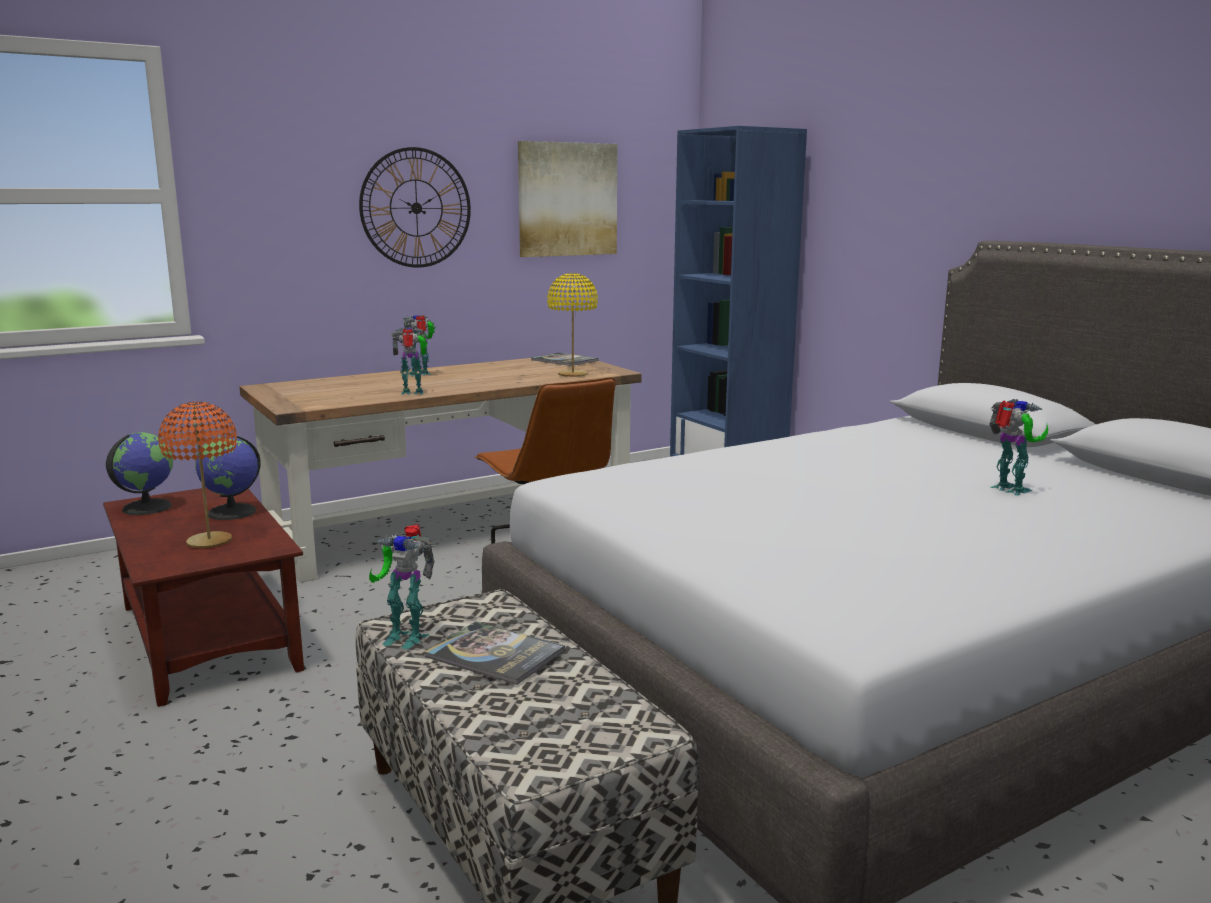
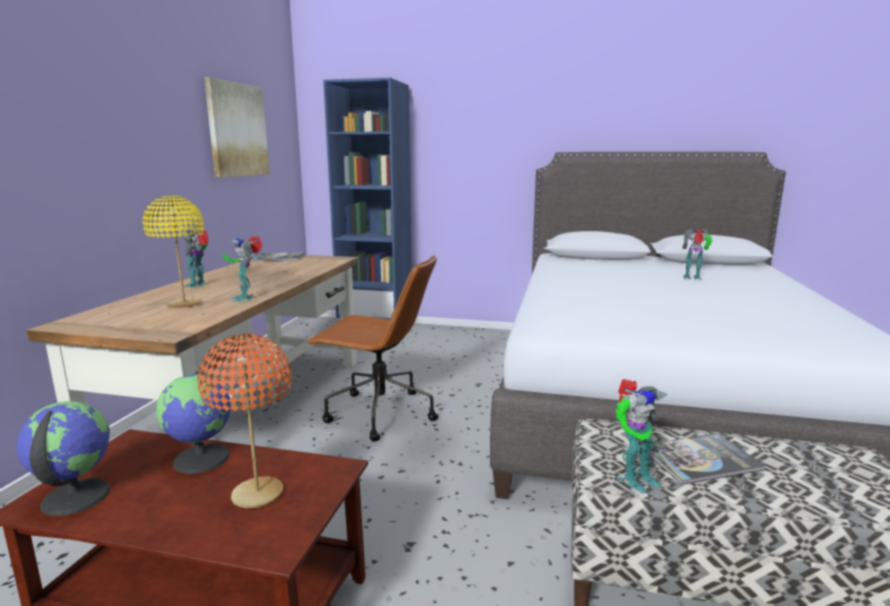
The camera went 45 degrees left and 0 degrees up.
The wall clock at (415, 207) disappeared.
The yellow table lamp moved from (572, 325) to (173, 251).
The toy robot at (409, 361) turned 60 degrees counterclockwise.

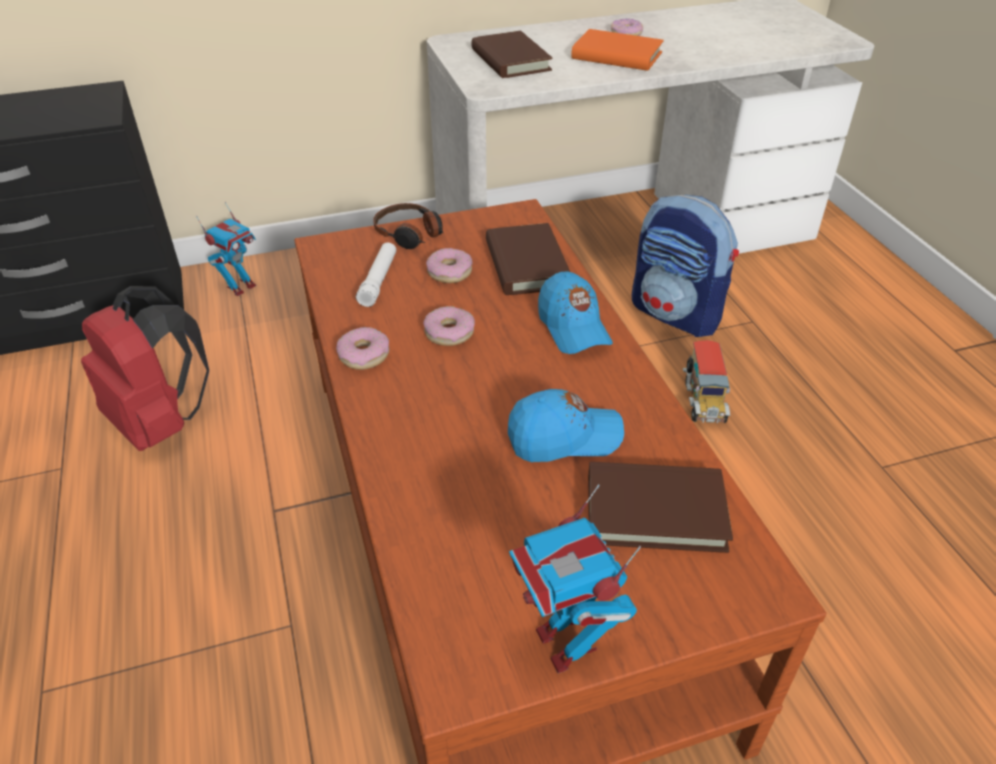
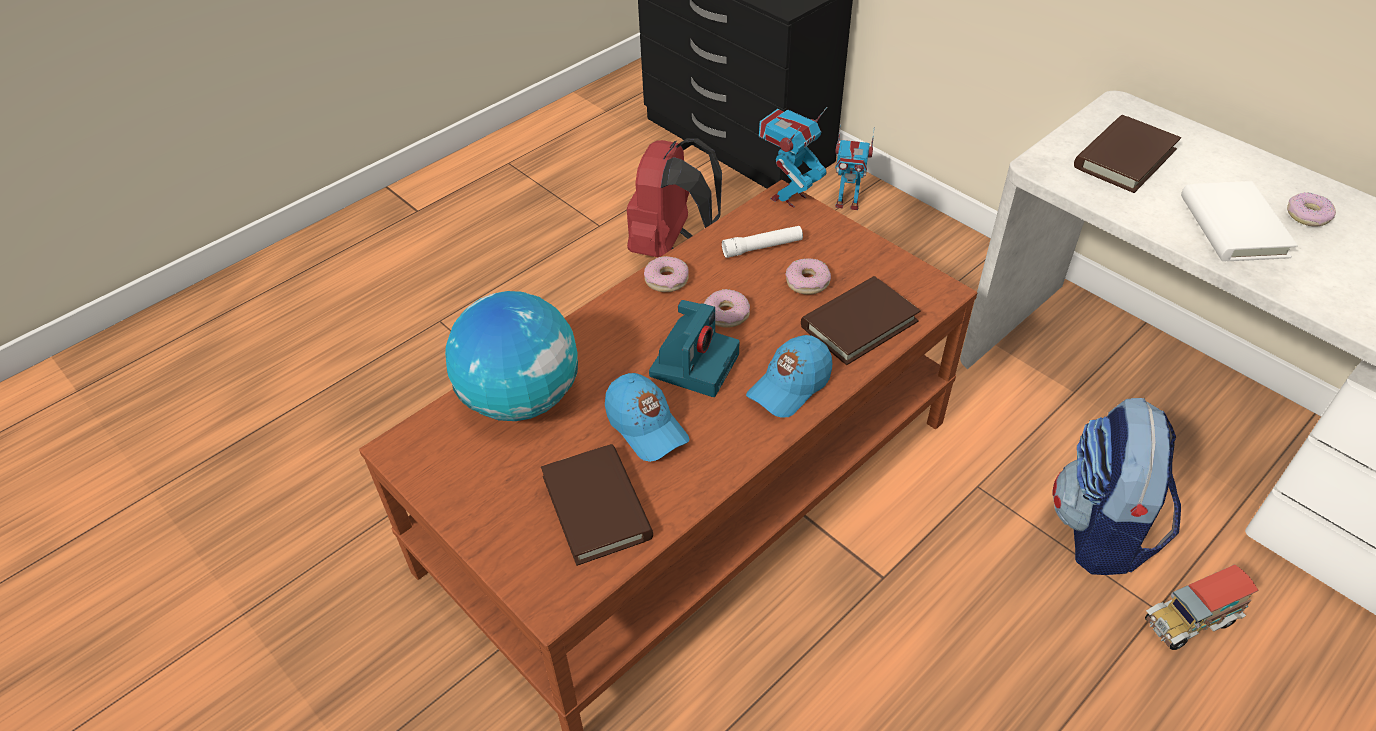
The camera went 65 degrees right and 5 degrees up.
The headphones at (408, 226) disappeared.
The globe at (511, 356) appeared.
The photo camera at (694, 348) appeared.
The toy robot moved from (575, 578) to (793, 157).
The toy truck moved from (706, 382) to (1201, 607).
The orange book at (617, 50) became the white book at (1239, 221).

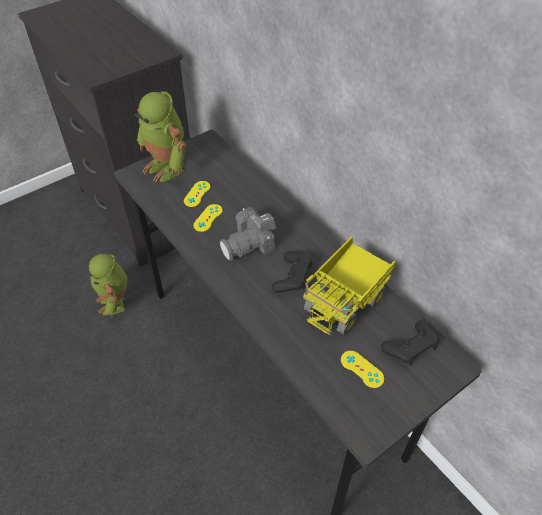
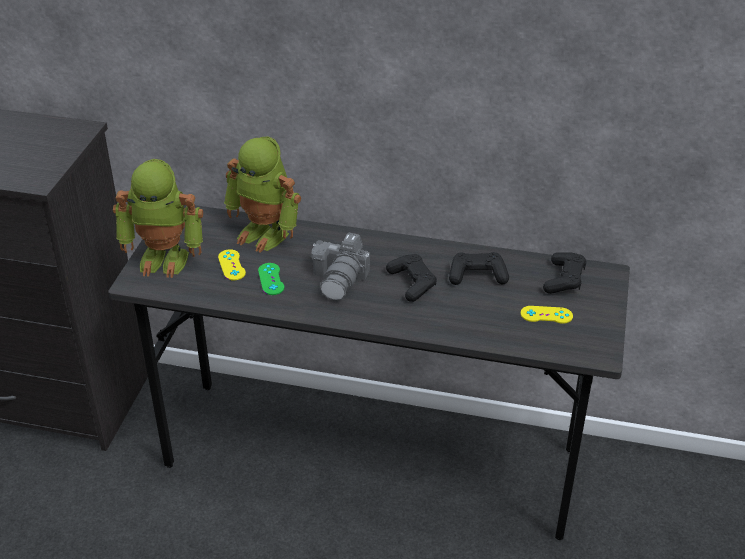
The camera went 40 degrees left and 10 degrees down.
The toy robot moved from (107, 285) to (262, 194).
The toy truck at (349, 285) was replaced by the black game controller at (479, 268).
The yellow game controller at (208, 218) became the green game controller at (271, 279).

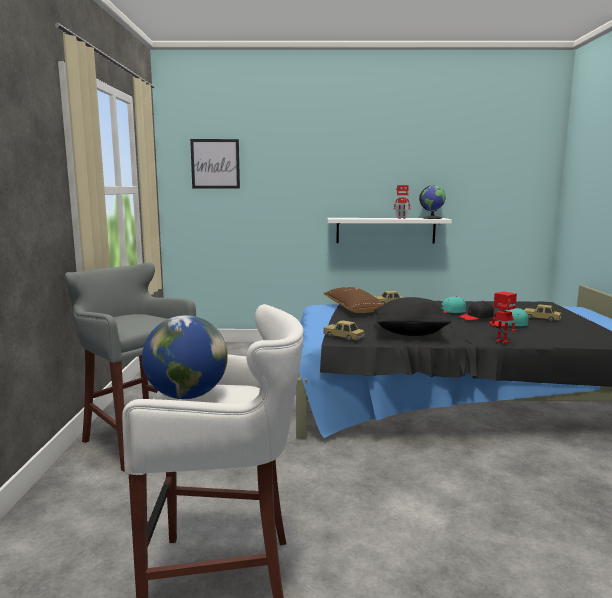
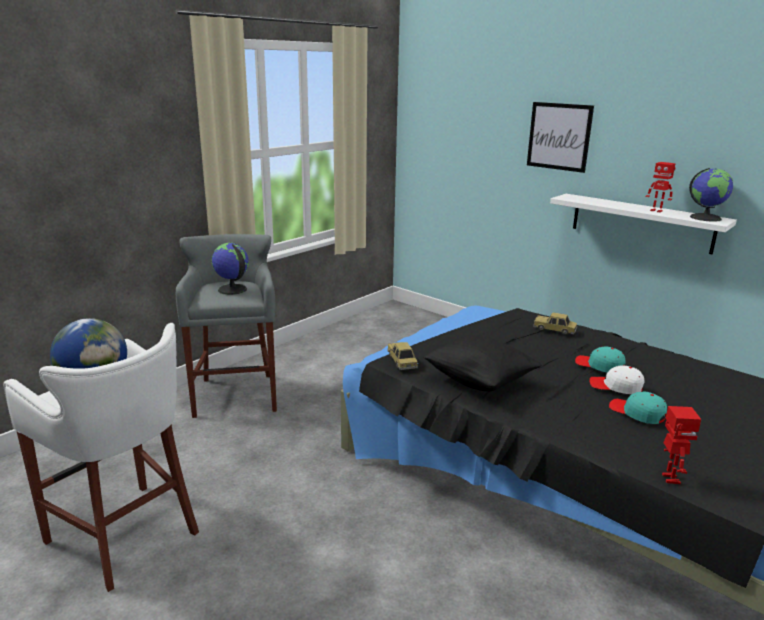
The camera went 40 degrees right and 10 degrees up.
The brown pillow at (353, 300) disappeared.
The toy car at (542, 313) disappeared.
The globe at (230, 269) appeared.
The picture moved from (215, 164) to (560, 137).
The toy robot moved from (504, 317) to (681, 445).
The black cap at (476, 311) became the white cap at (617, 379).

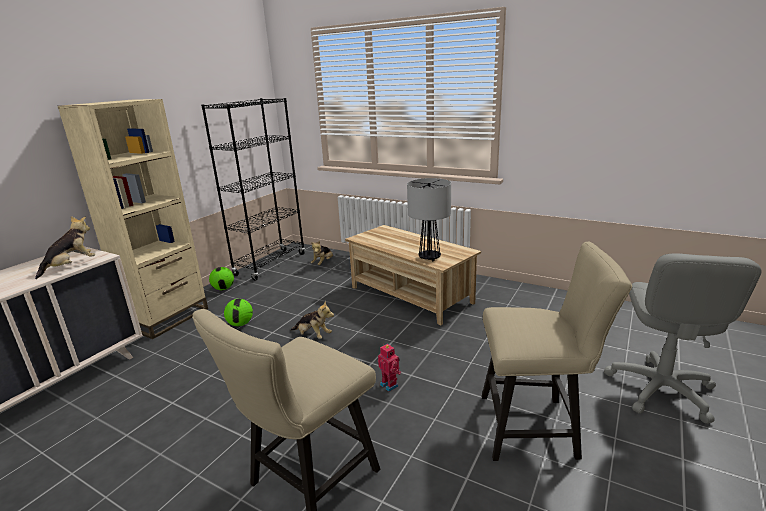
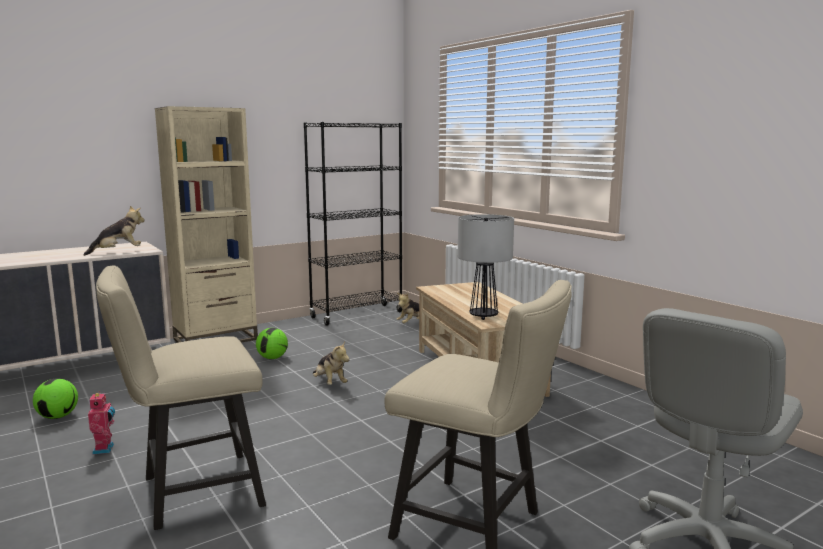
The camera went 25 degrees right and 10 degrees down.
The football moved from (221, 278) to (55, 399).
The toy robot moved from (389, 367) to (101, 423).

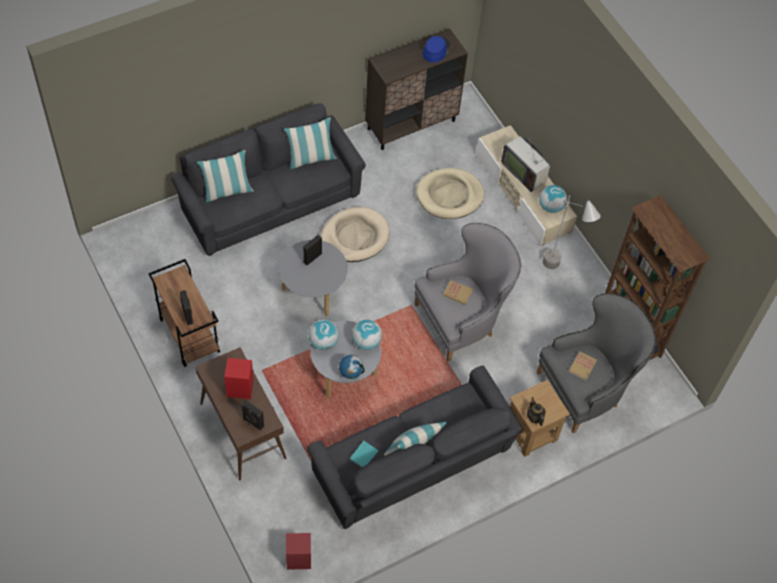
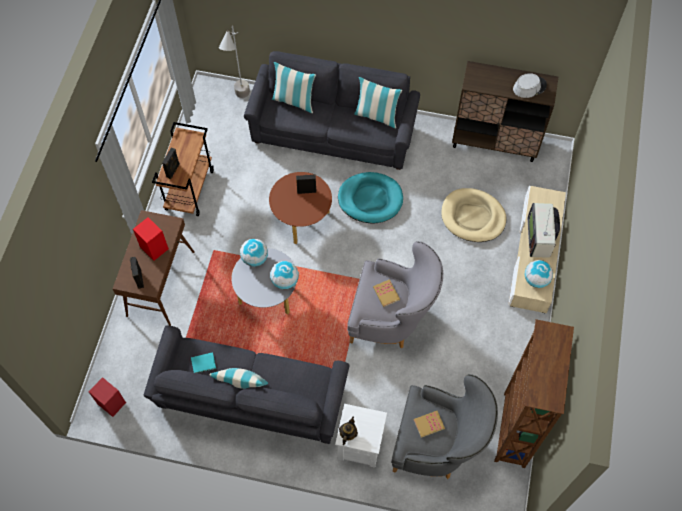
The camera went 45 degrees right and 5 degrees up.
The globe at (352, 367) disappeared.
The grey floor lamp moved from (572, 232) to (234, 61).
The grey coffee table at (313, 278) became the brown coffee table at (300, 208).
The beige dog bed at (355, 234) became the turquoise dog bed at (370, 197).
The blue hat at (436, 49) became the grey hat at (530, 85).
The brown side table at (540, 418) became the white side table at (361, 436).

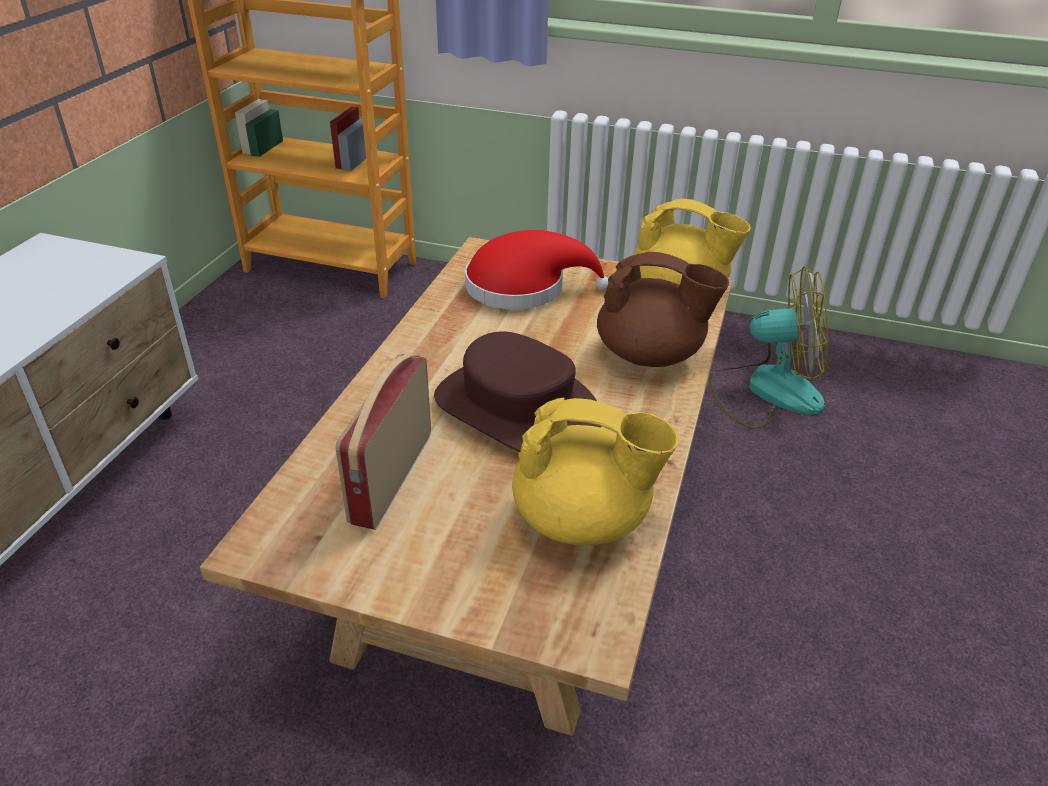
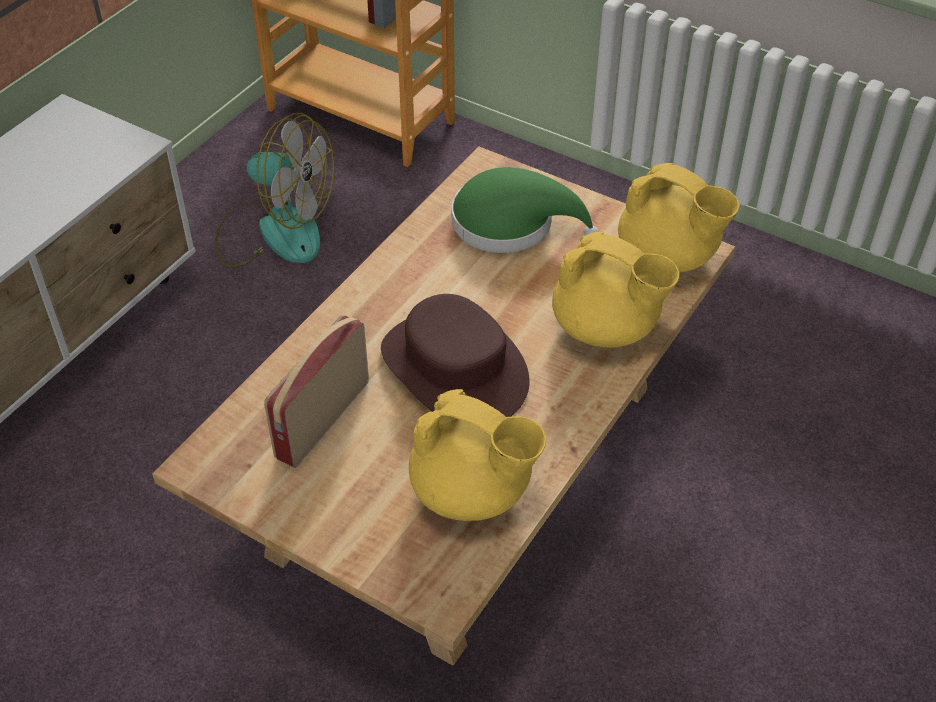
The camera went 15 degrees right and 10 degrees up.
The fan moved from (768, 347) to (274, 190).
The red hat at (536, 270) became the green hat at (525, 210).
The brown teapot at (663, 309) became the yellow teapot at (615, 290).

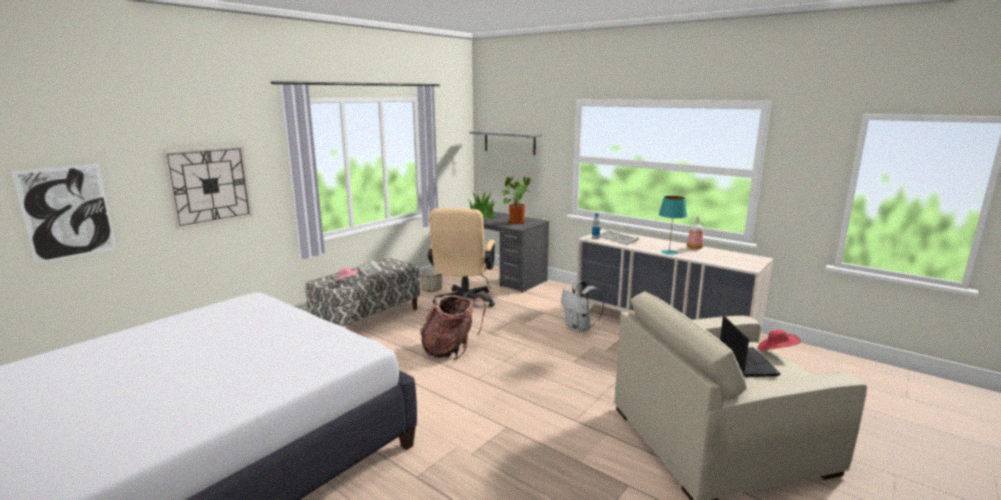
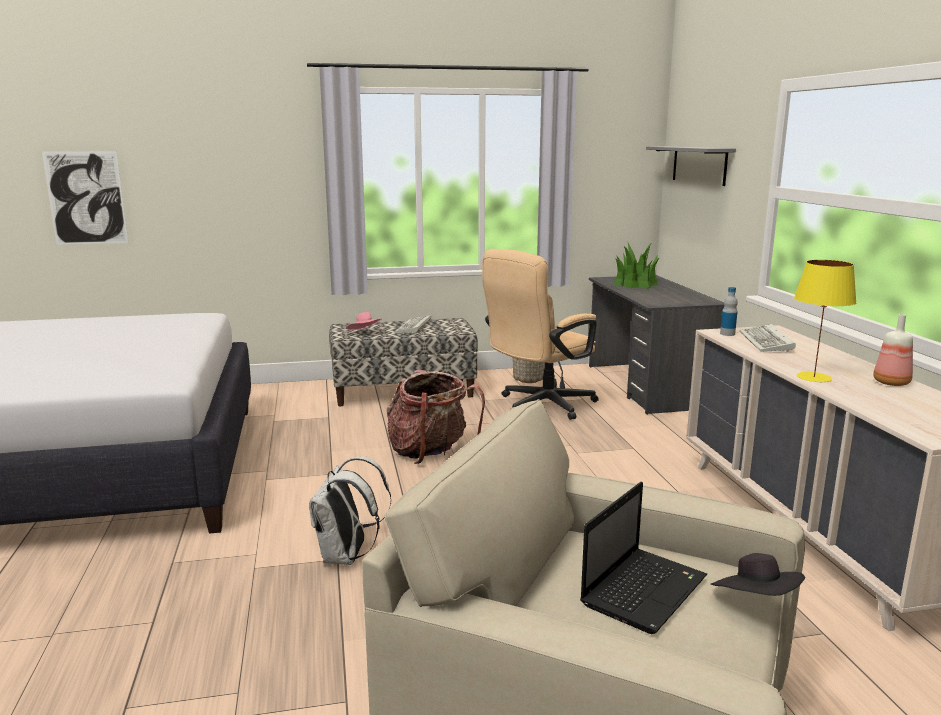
The camera went 40 degrees right and 0 degrees up.
The wall clock at (207, 187) disappeared.
The potted plant at (516, 200) disappeared.
The white backpack moved from (582, 307) to (350, 510).
The turquoise table lamp at (673, 225) became the yellow table lamp at (825, 321).
The red hat at (779, 340) became the black hat at (758, 574).

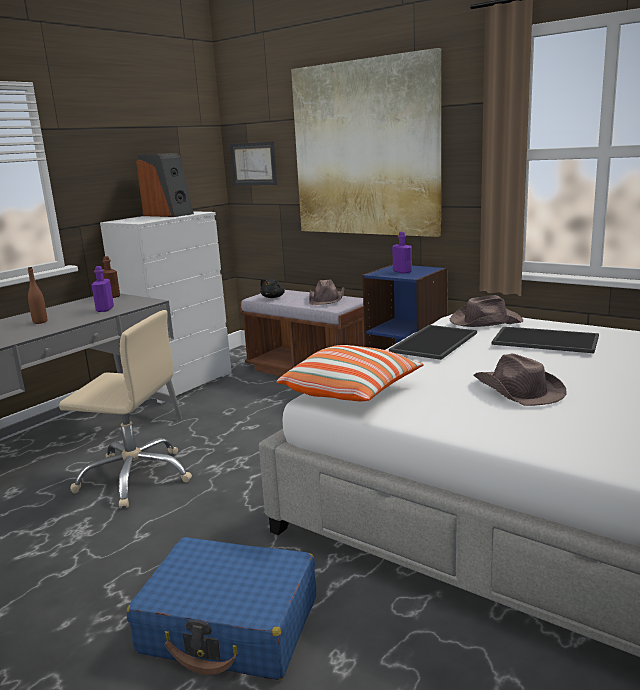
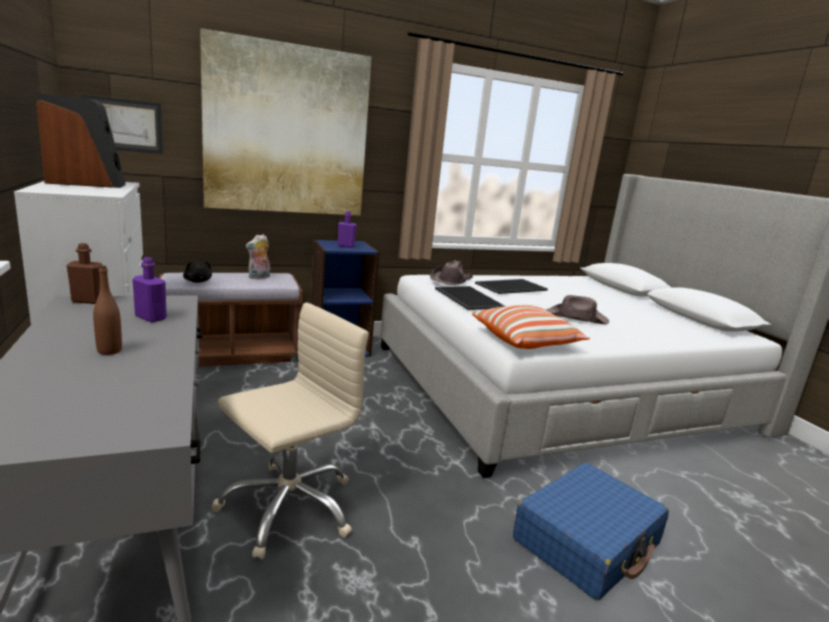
The camera went 60 degrees left and 0 degrees up.
The brown hat at (327, 292) was replaced by the plush toy at (258, 256).

